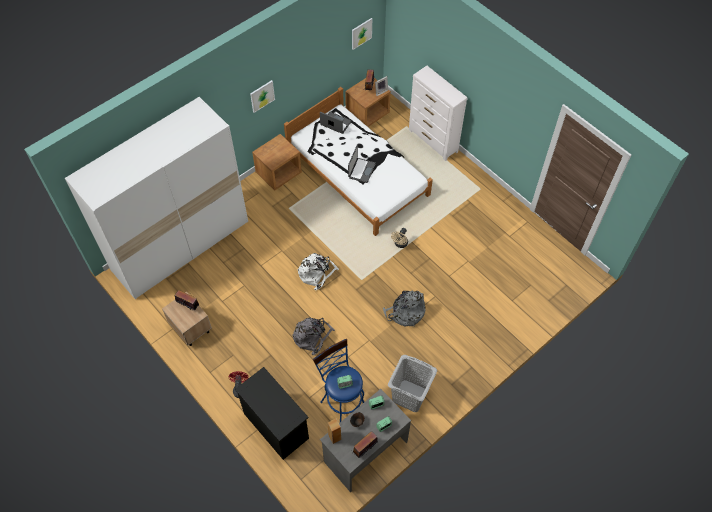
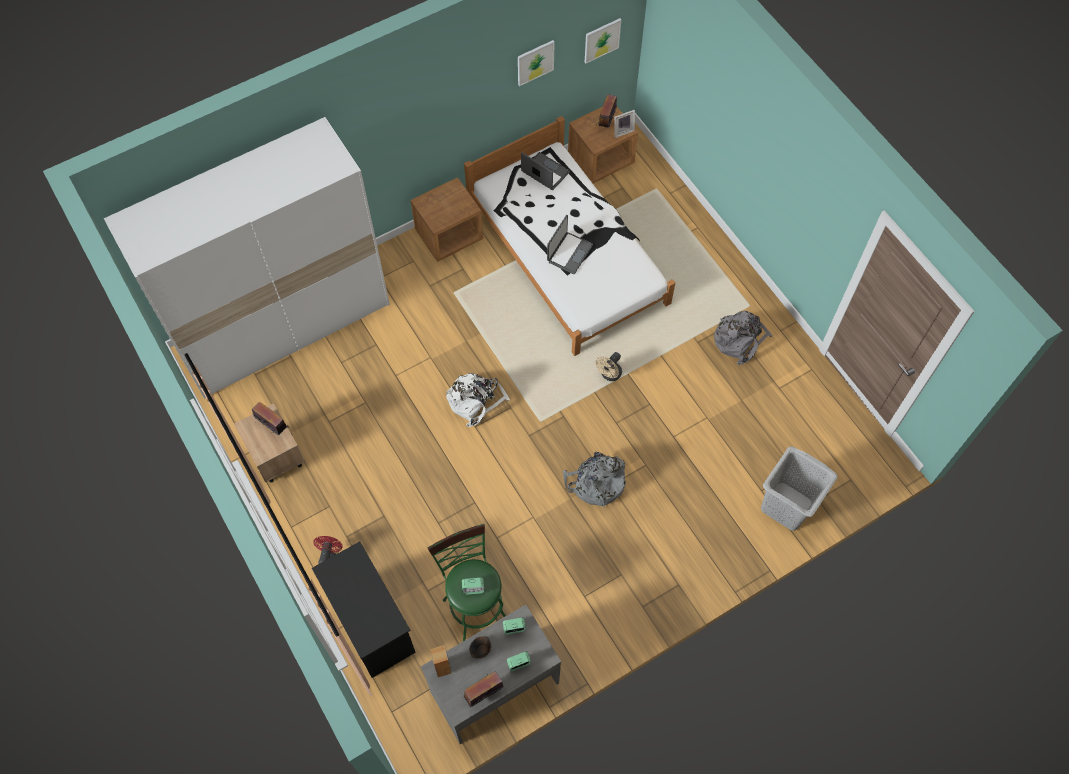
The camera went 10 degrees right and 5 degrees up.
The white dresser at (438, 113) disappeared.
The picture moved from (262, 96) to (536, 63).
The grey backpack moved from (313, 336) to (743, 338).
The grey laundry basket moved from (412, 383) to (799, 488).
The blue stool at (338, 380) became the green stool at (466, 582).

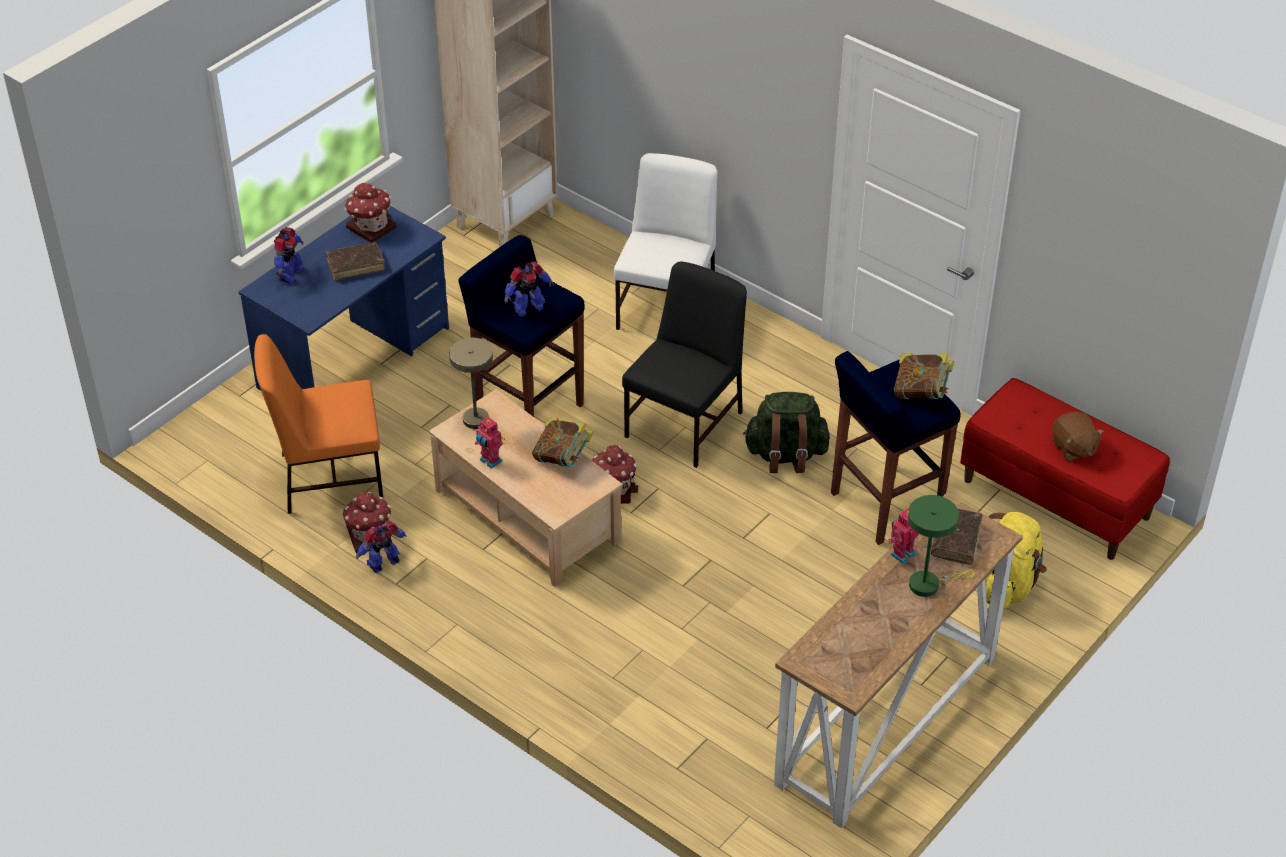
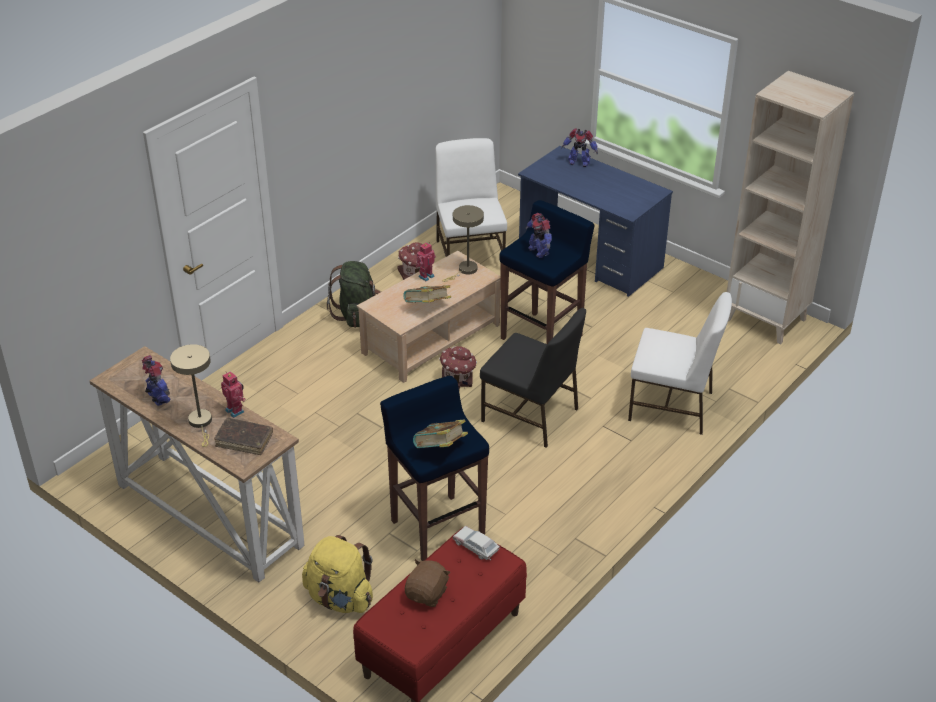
The camera went 90 degrees right and 5 degrees down.
The brown book at (355, 261) disappeared.
The toy house at (370, 213) disappeared.
The toy car at (476, 543) appeared.
The toy robot moved from (381, 547) to (156, 380).
The green backpack moved from (786, 432) to (353, 294).
The orange chair at (319, 424) became the white chair at (471, 197).
The green table lamp at (941, 546) became the beige table lamp at (191, 395).
The brown plush toy at (1078, 436) turned 135 degrees clockwise.

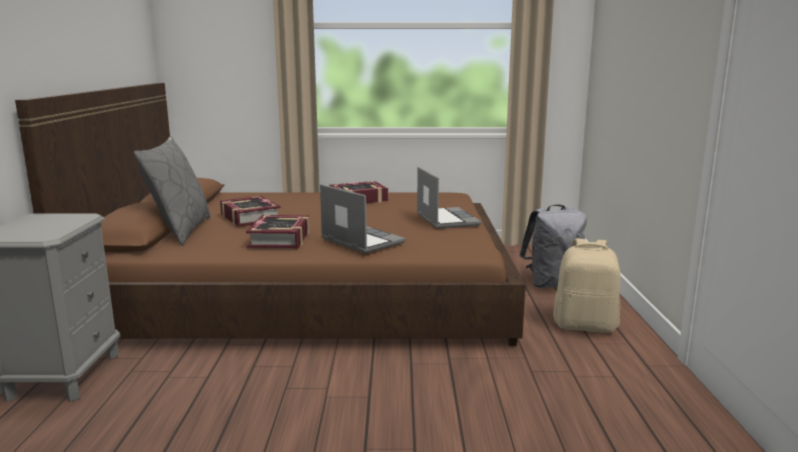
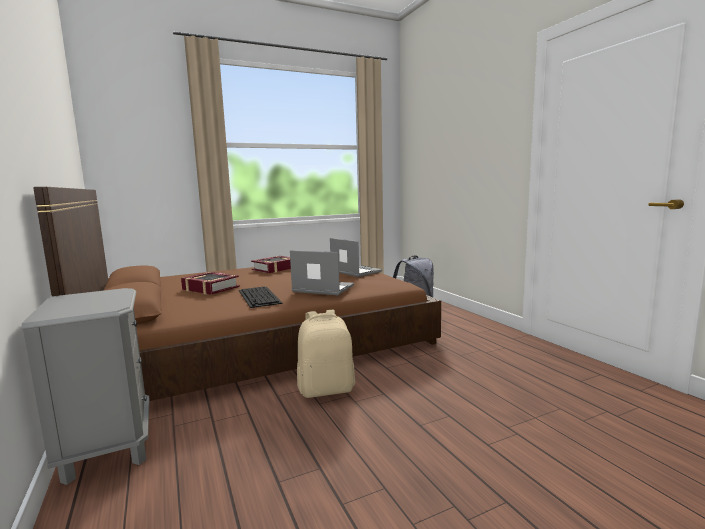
The camera went 25 degrees left and 5 degrees down.
The grey pillow at (172, 190) disappeared.
The beige backpack moved from (587, 285) to (326, 354).
The book at (277, 231) was replaced by the keyboard at (261, 297).

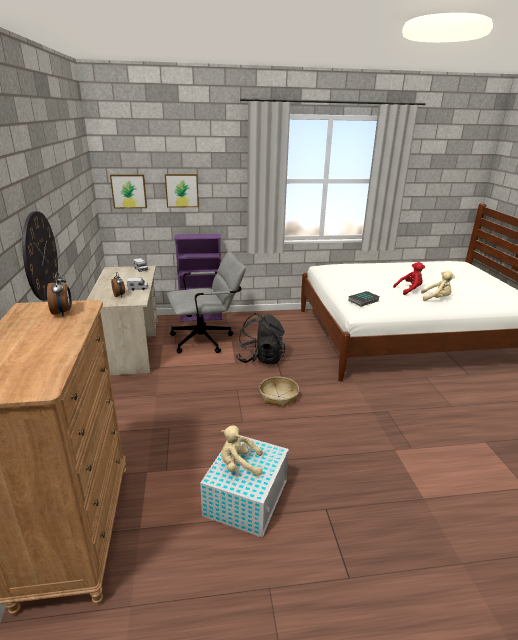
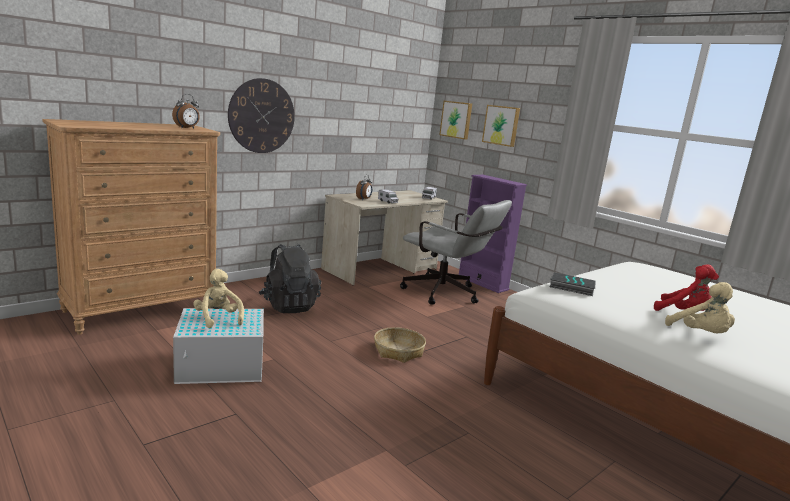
The camera went 55 degrees right and 10 degrees down.
The black backpack moved from (260, 338) to (290, 278).

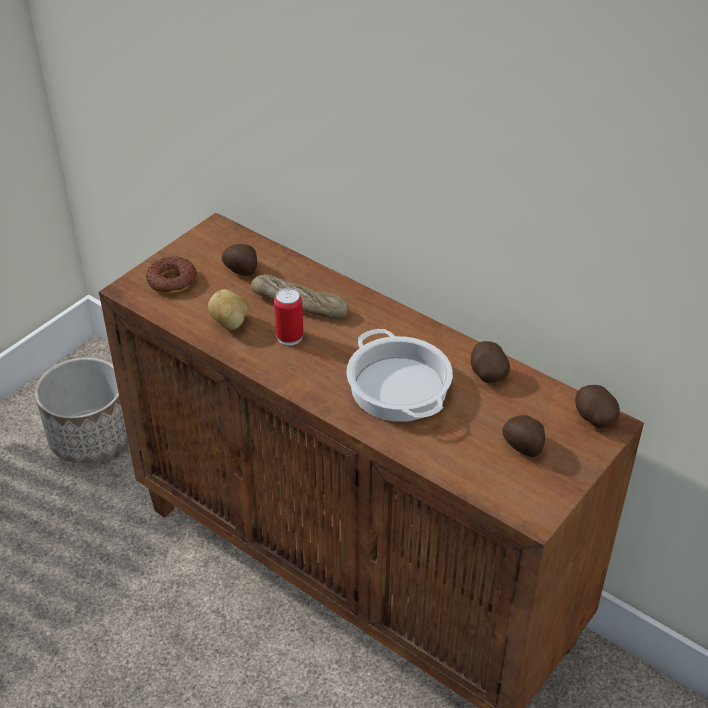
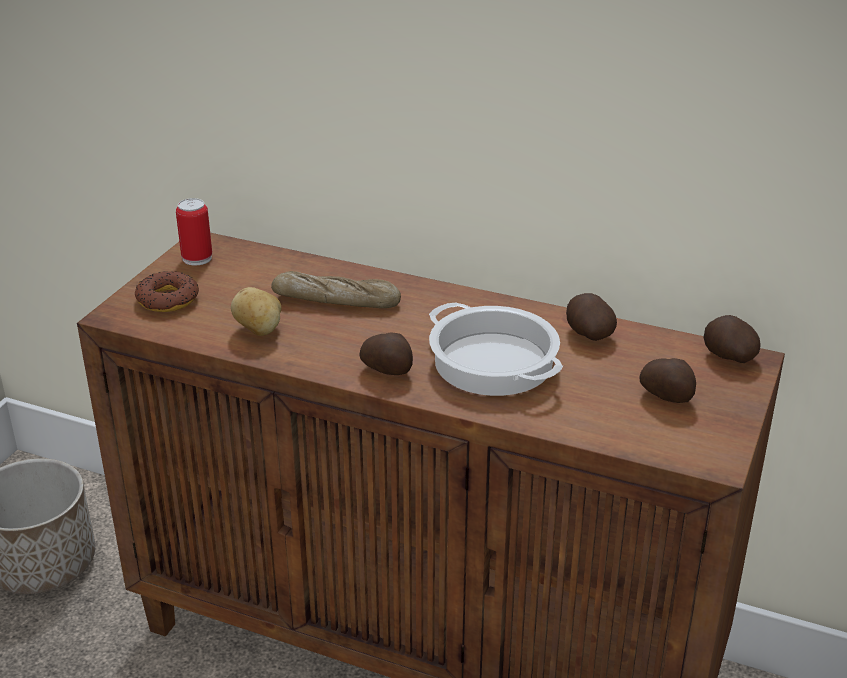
The camera went 15 degrees left and 10 degrees down.
The potato moved from (239, 260) to (386, 353).
The can moved from (288, 317) to (194, 231).

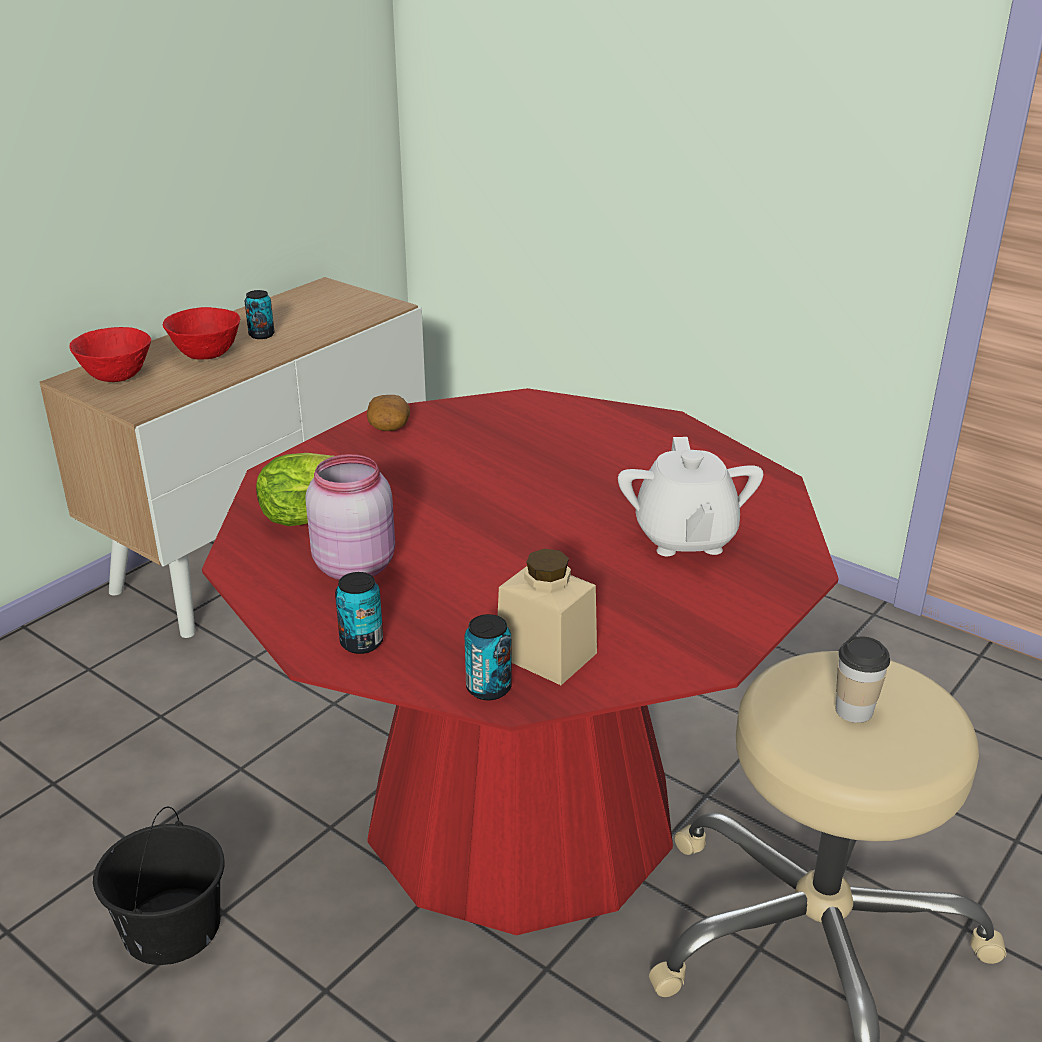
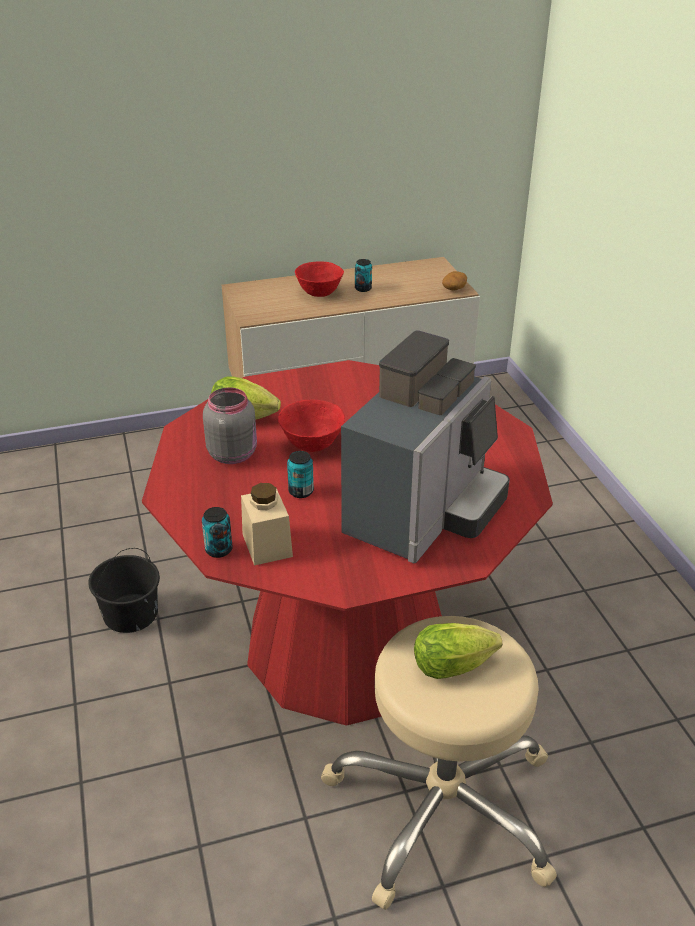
The camera went 35 degrees right and 5 degrees up.
The red bowl moved from (110, 354) to (311, 425).
The can moved from (359, 613) to (300, 474).
The potato moved from (388, 413) to (454, 281).
The white teapot at (691, 496) was replaced by the coffee machine at (425, 446).
The cup at (863, 679) was replaced by the lettuce at (458, 651).
The pink jar at (350, 517) became the grey jar at (230, 425).

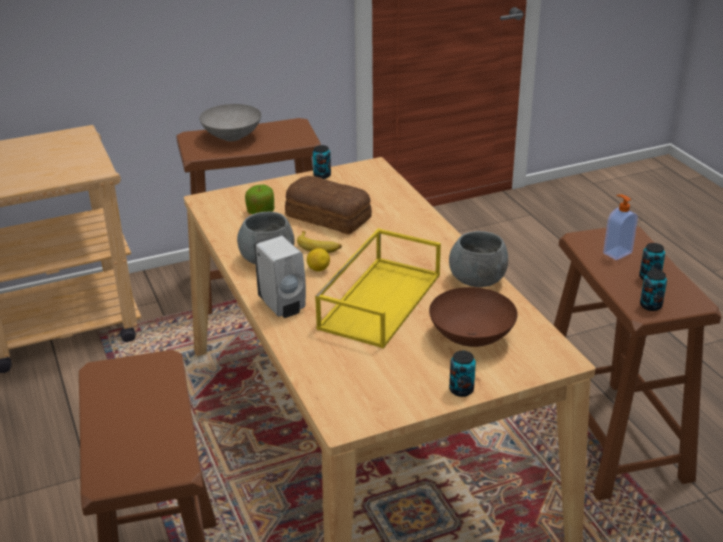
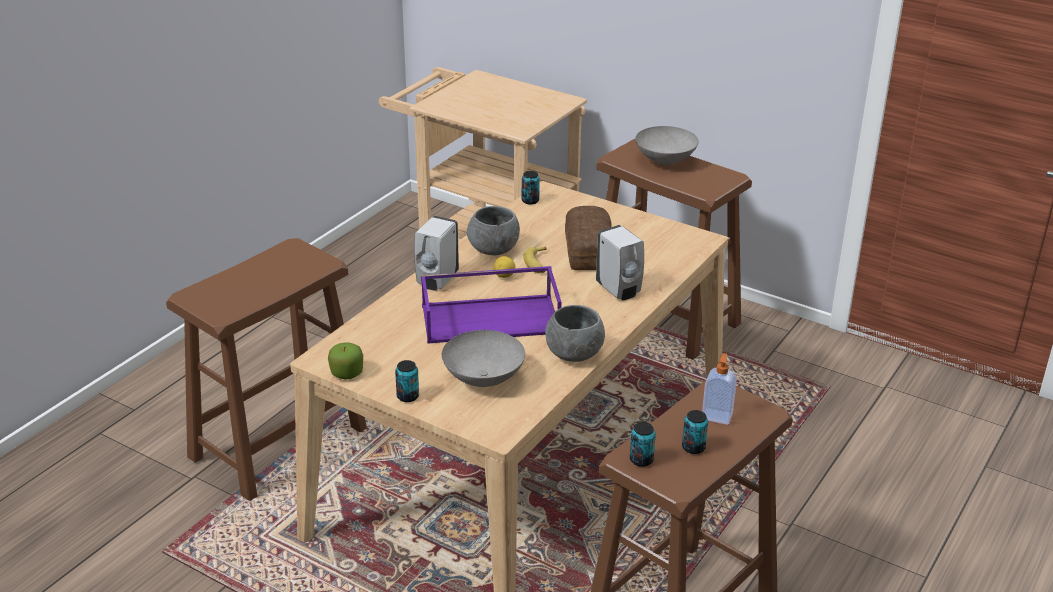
The camera went 55 degrees right and 0 degrees up.
The white soap dispenser at (620, 262) appeared.
The apple moved from (259, 199) to (345, 360).
The can moved from (322, 162) to (531, 188).
The yellow tray at (378, 288) became the purple tray at (491, 304).
The brown bowl at (473, 317) became the grey bowl at (483, 358).

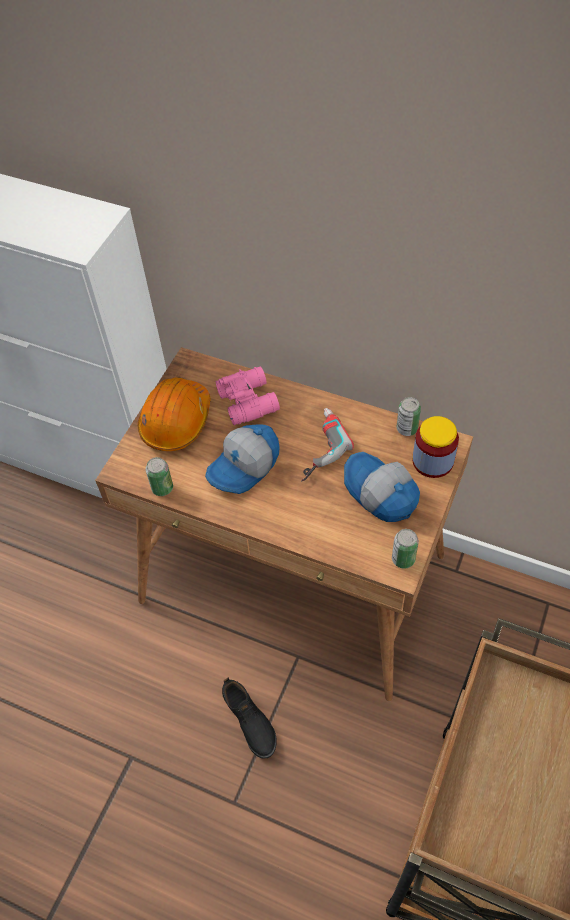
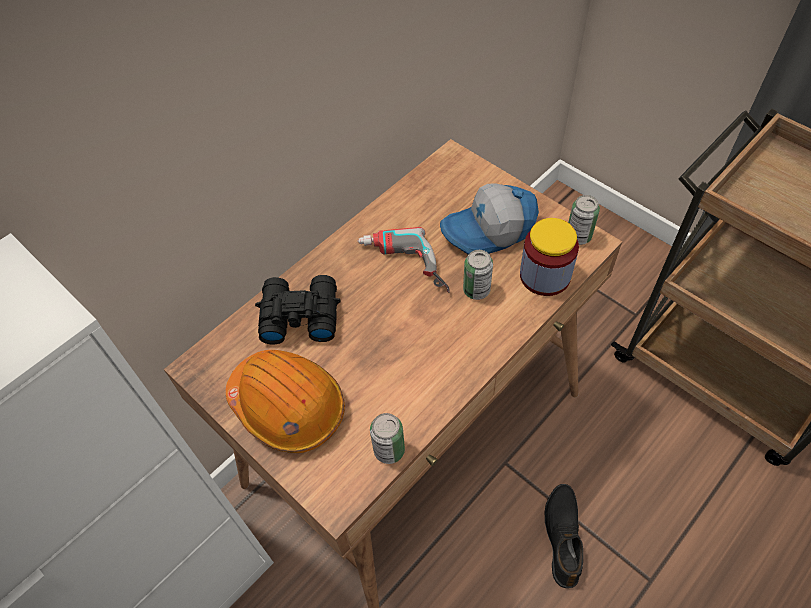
The camera went 70 degrees left and 0 degrees up.
The cap at (242, 459) disappeared.
The can moved from (409, 416) to (478, 275).
The jar moved from (435, 447) to (549, 257).
The pink binoculars at (248, 396) became the black binoculars at (298, 310).
The black shoe at (249, 718) turned 75 degrees counterclockwise.

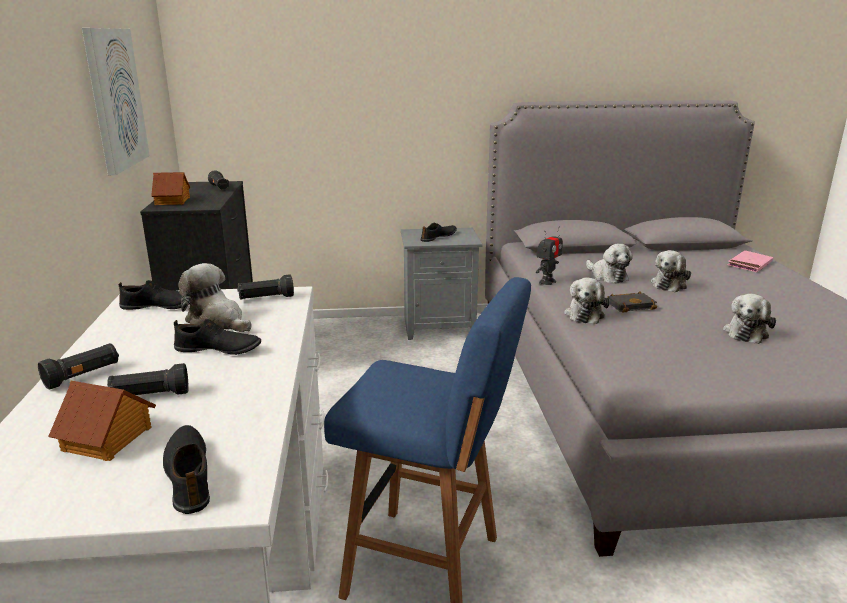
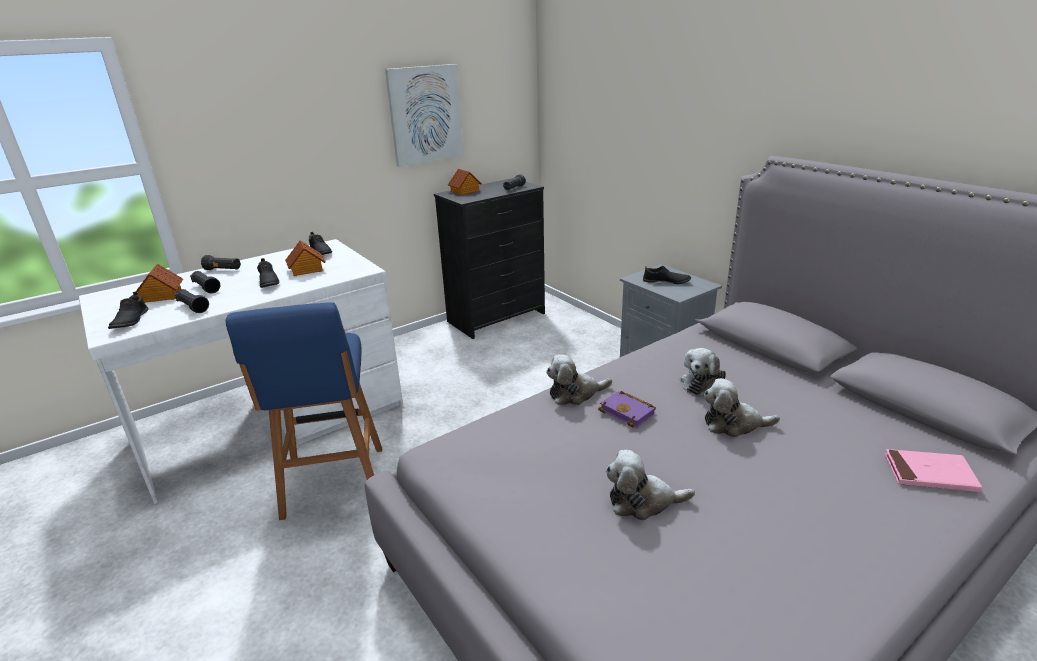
The camera went 60 degrees right and 5 degrees up.
The toy robot at (549, 255) disappeared.
The black flashlight moved from (265, 287) to (192, 301).
The plush toy at (215, 297) was replaced by the toy house at (305, 258).
The black book at (632, 302) became the purple book at (627, 409).
The black shoe at (186, 469) turned 135 degrees clockwise.

